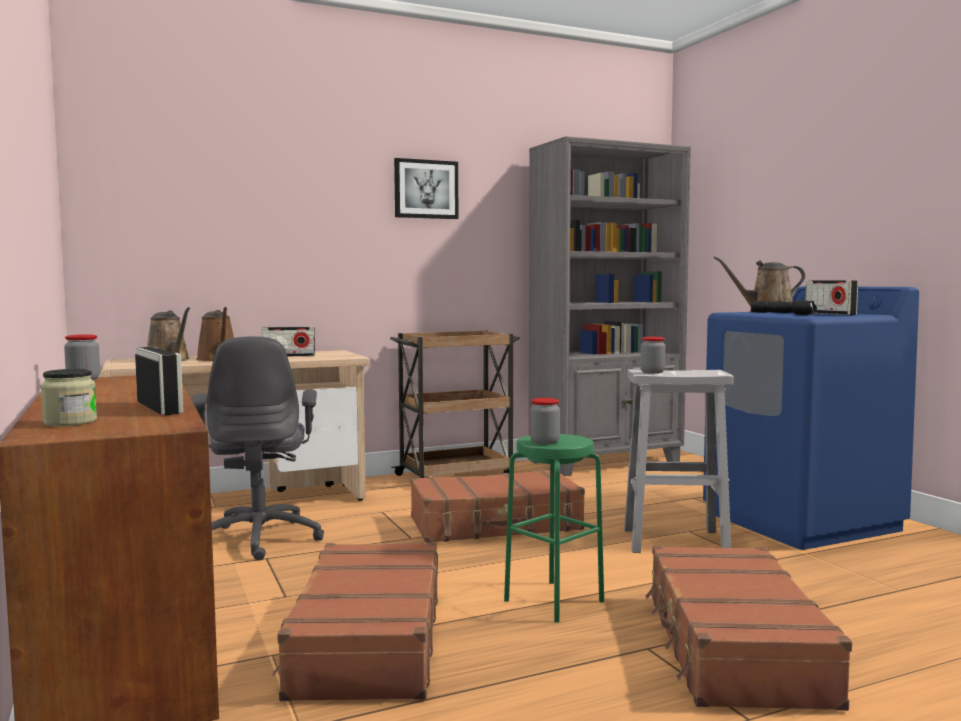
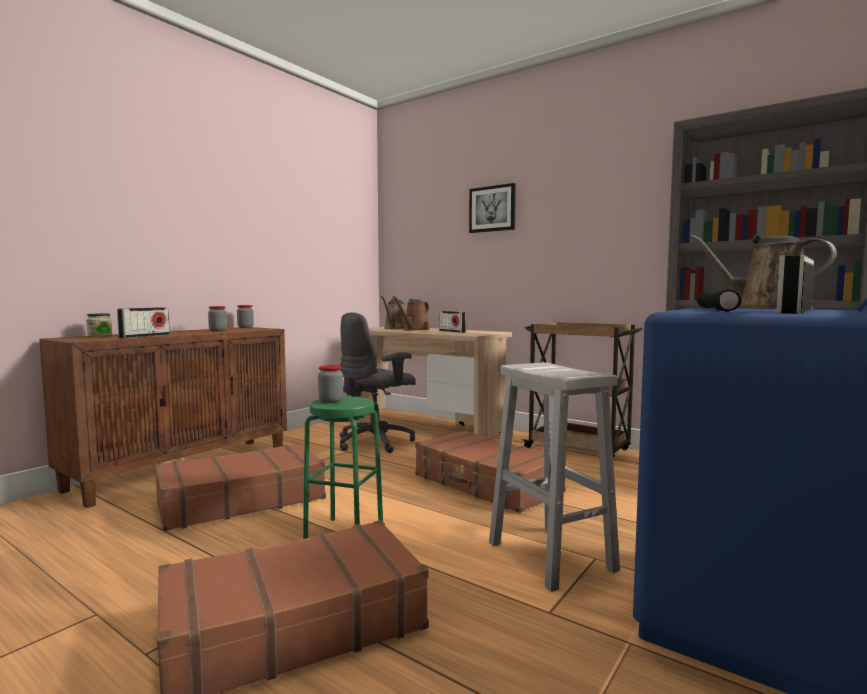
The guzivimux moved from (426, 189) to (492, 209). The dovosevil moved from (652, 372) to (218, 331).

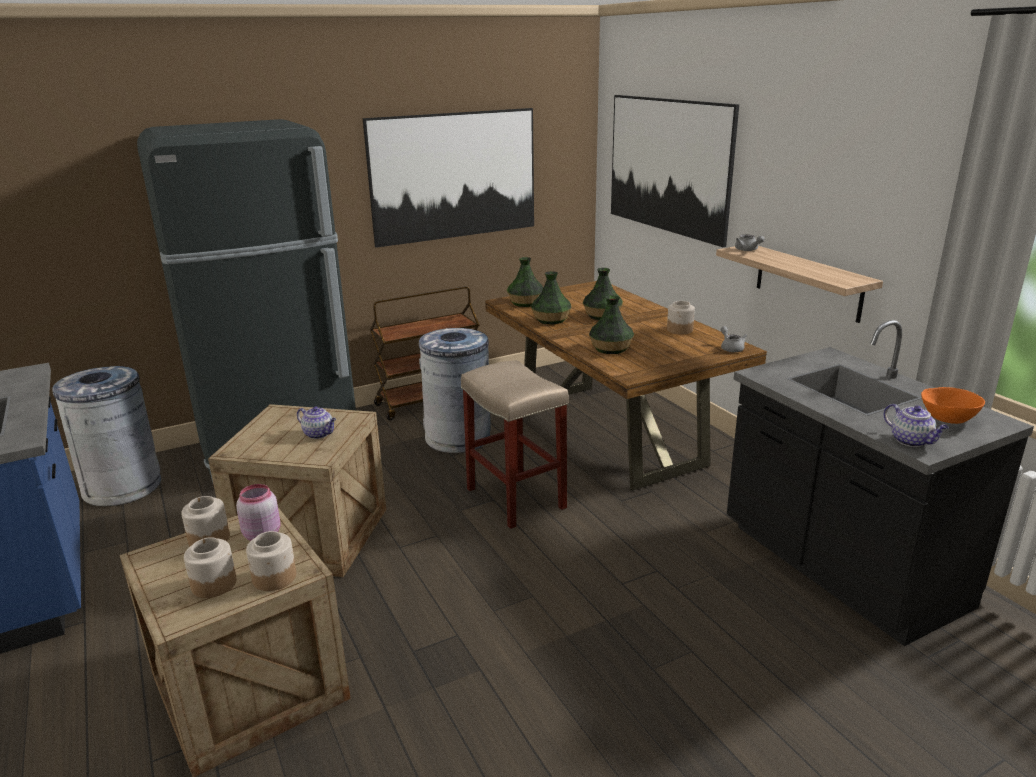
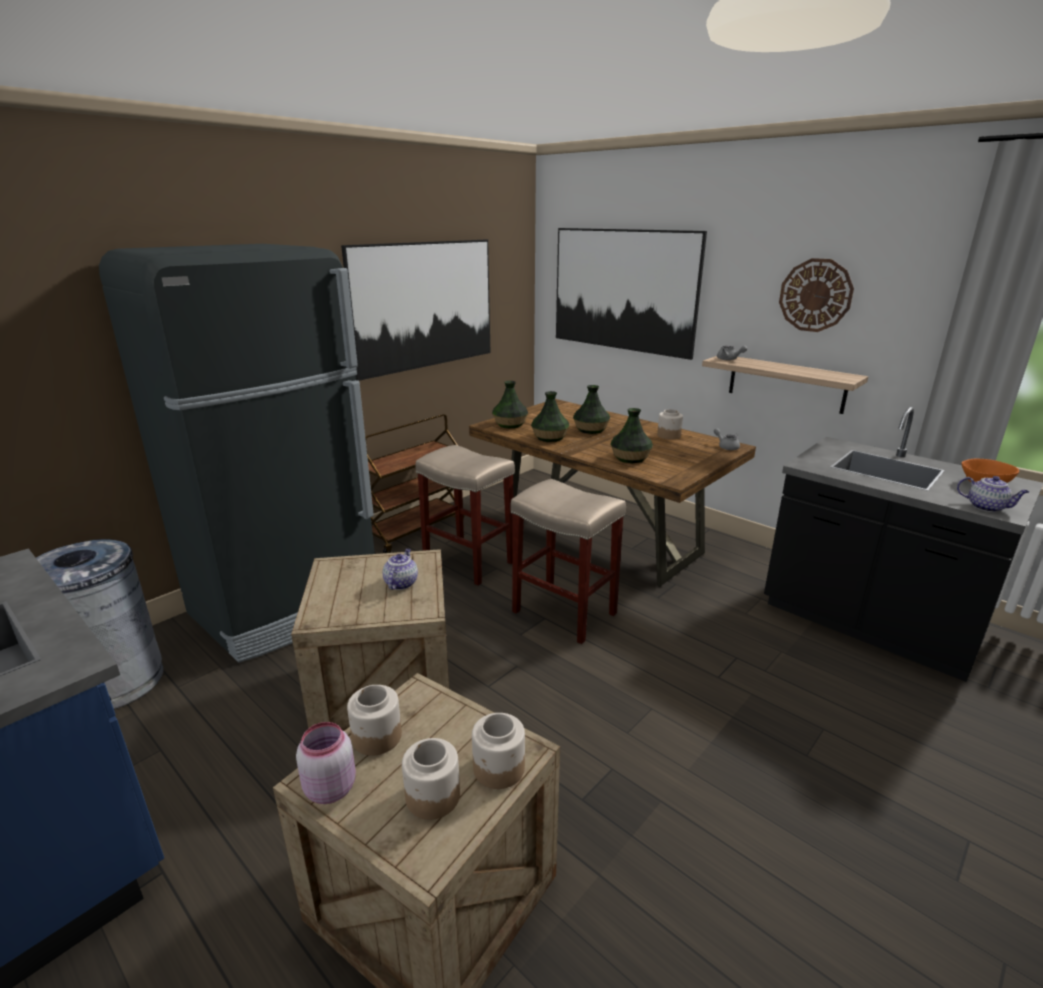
The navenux at (815, 295) appeared. The pink dovosevil moved from (262, 534) to (329, 788). The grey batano at (458, 437) was replaced by the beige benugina at (467, 562). The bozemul at (319, 434) turned 90 degrees counterclockwise.

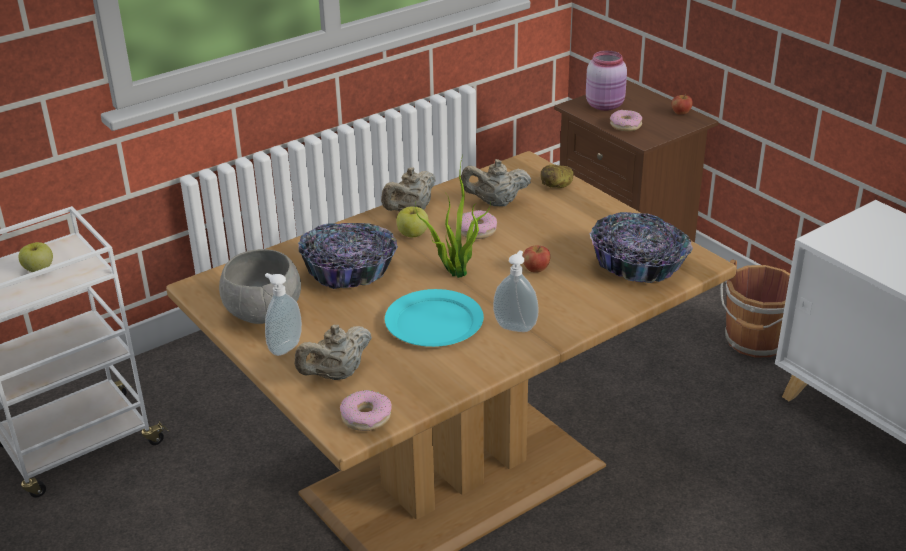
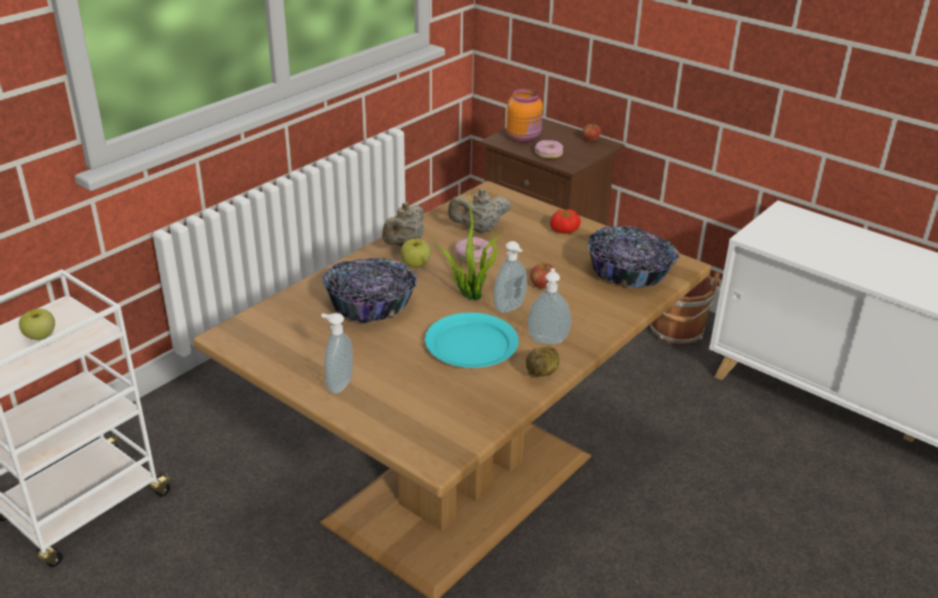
The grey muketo at (264, 314) disappeared. The beige bozemul at (336, 375) disappeared. The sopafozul at (366, 417) disappeared. The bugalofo at (510, 309) appeared. The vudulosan at (563, 230) appeared. The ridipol moved from (557, 186) to (543, 372). The pink dovosevil at (606, 105) became the orange dovosevil at (524, 138).

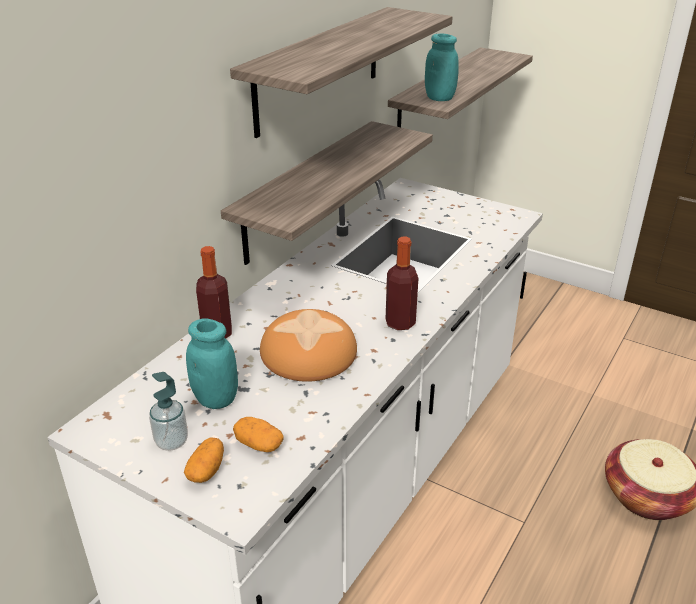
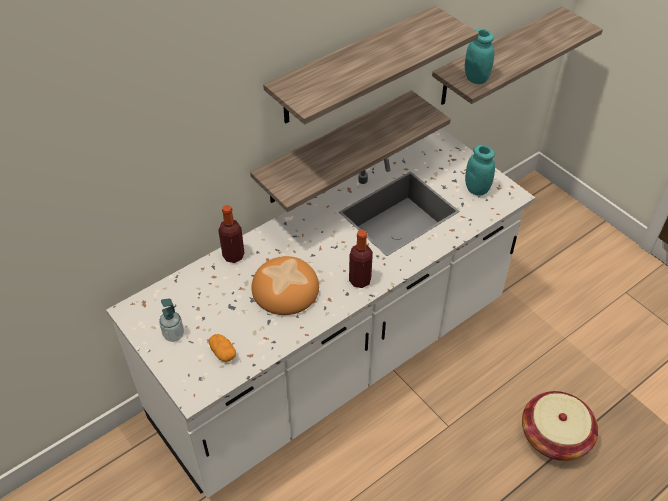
The ridipol at (206, 470) disappeared. The turquoise dovosevil moved from (216, 399) to (477, 189).

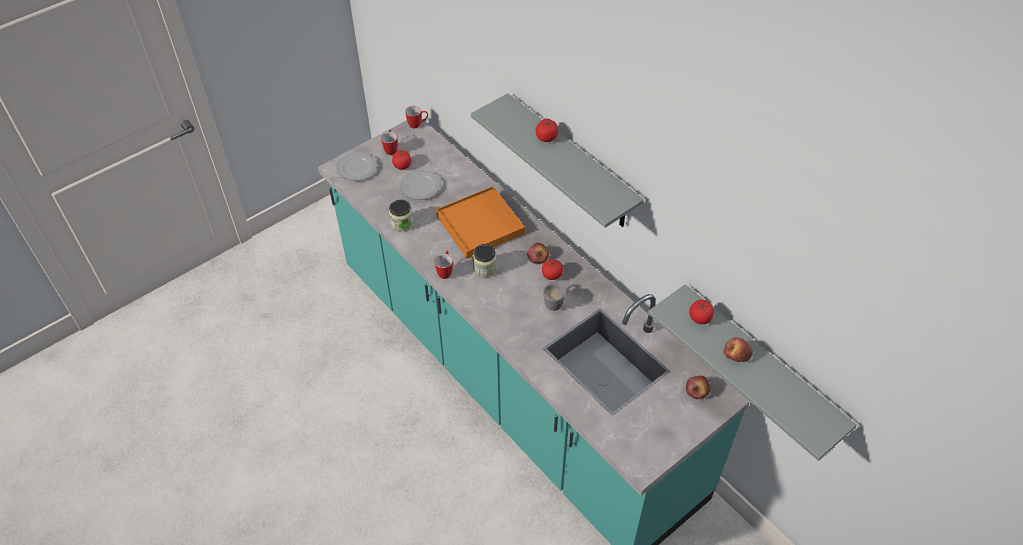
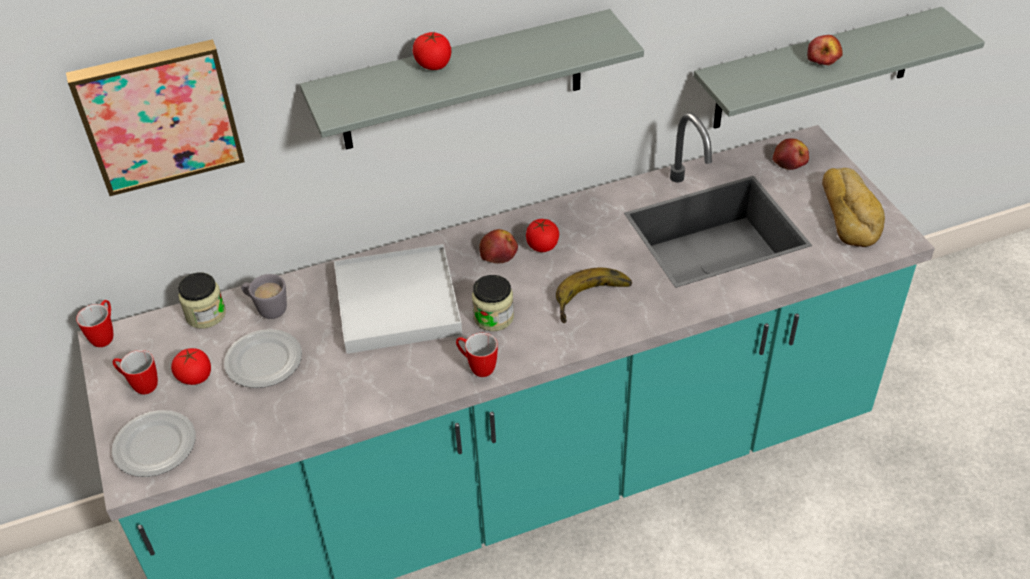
The vudulosan at (700, 318) disappeared. The guzivimux at (158, 114) appeared. The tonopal at (595, 301) appeared. The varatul at (850, 213) appeared. The dovosevil moved from (402, 223) to (206, 314). The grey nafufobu moved from (554, 301) to (267, 308). The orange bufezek at (480, 224) became the white bufezek at (397, 303).

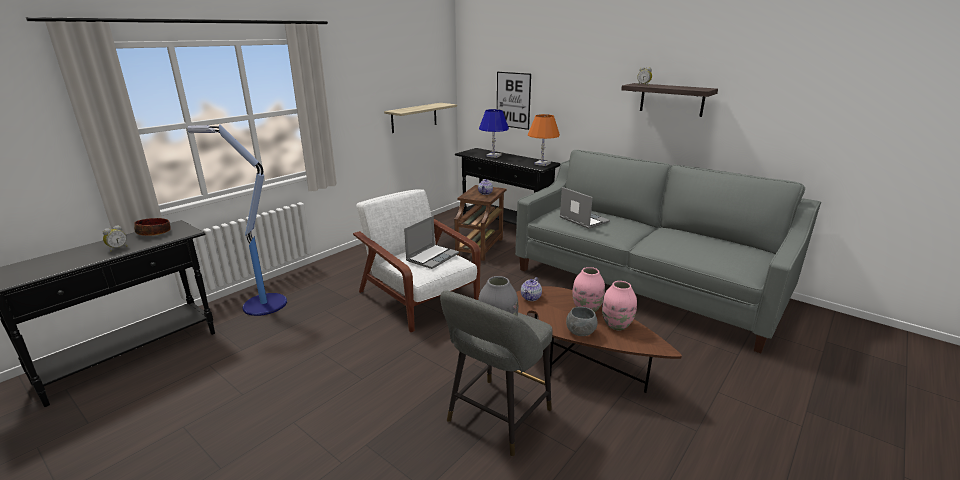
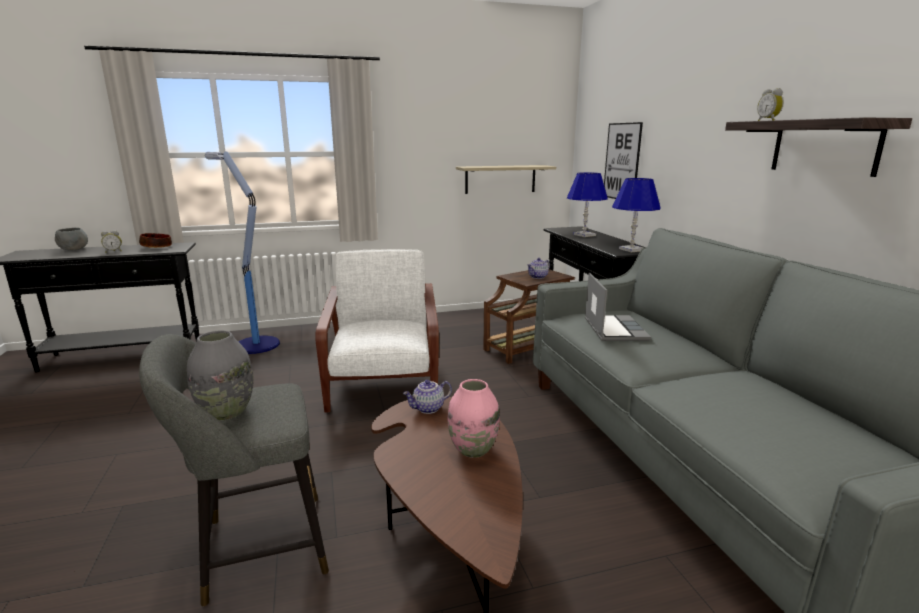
The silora at (432, 257) disappeared. The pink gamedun at (617, 325) disappeared. The grey muketo moved from (580, 332) to (73, 249). The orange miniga at (542, 164) became the blue miniga at (631, 249).

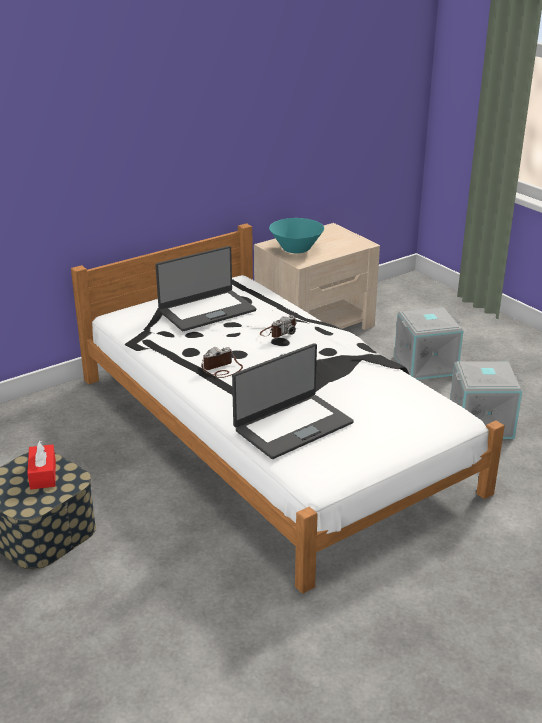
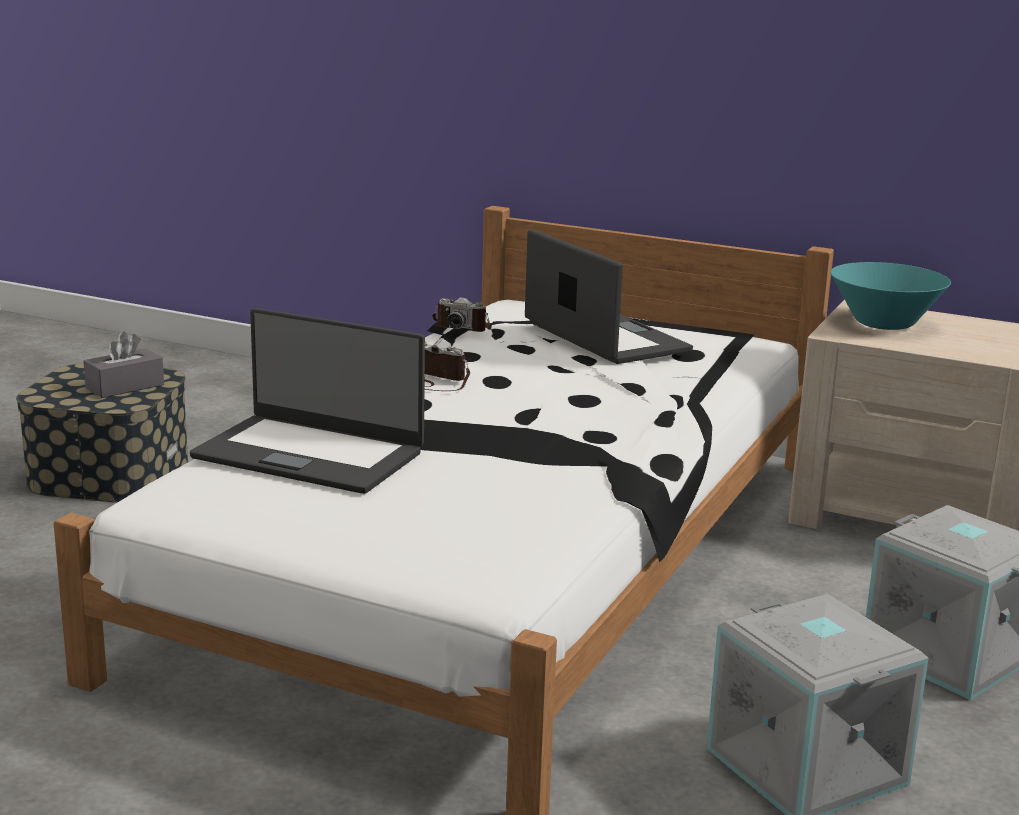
The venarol moved from (278, 332) to (463, 327). The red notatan at (43, 474) became the grey notatan at (125, 386). The silora at (206, 310) turned 150 degrees counterclockwise.

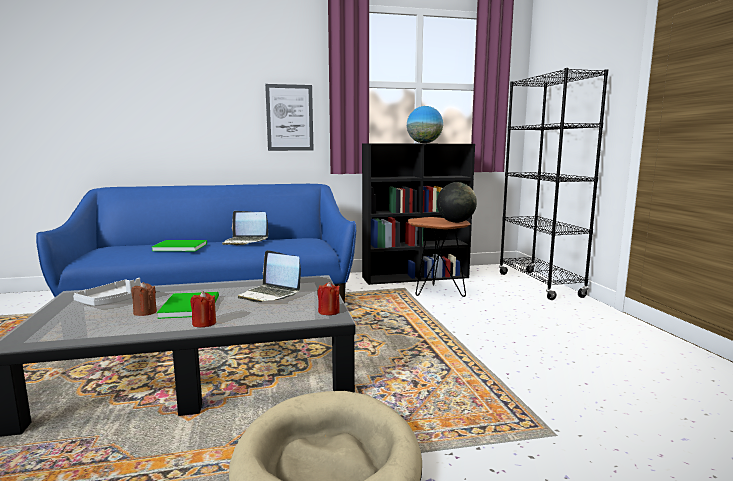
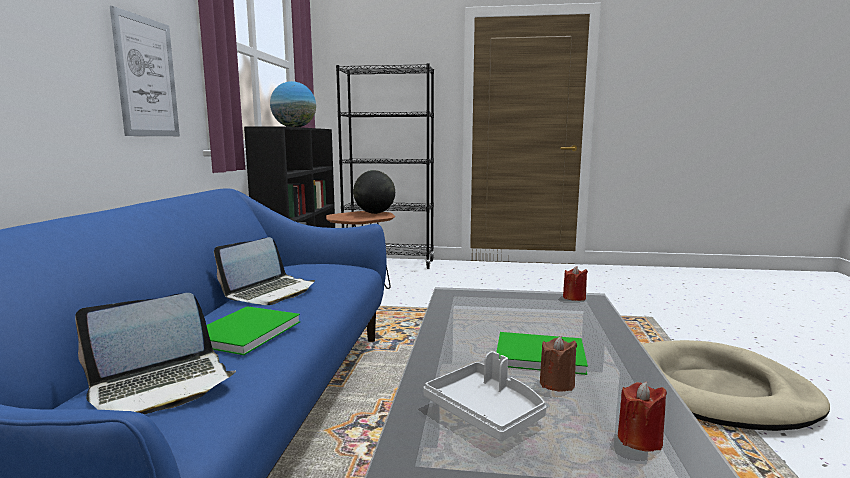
The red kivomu moved from (204, 323) to (639, 439). The silora moved from (270, 295) to (161, 386).

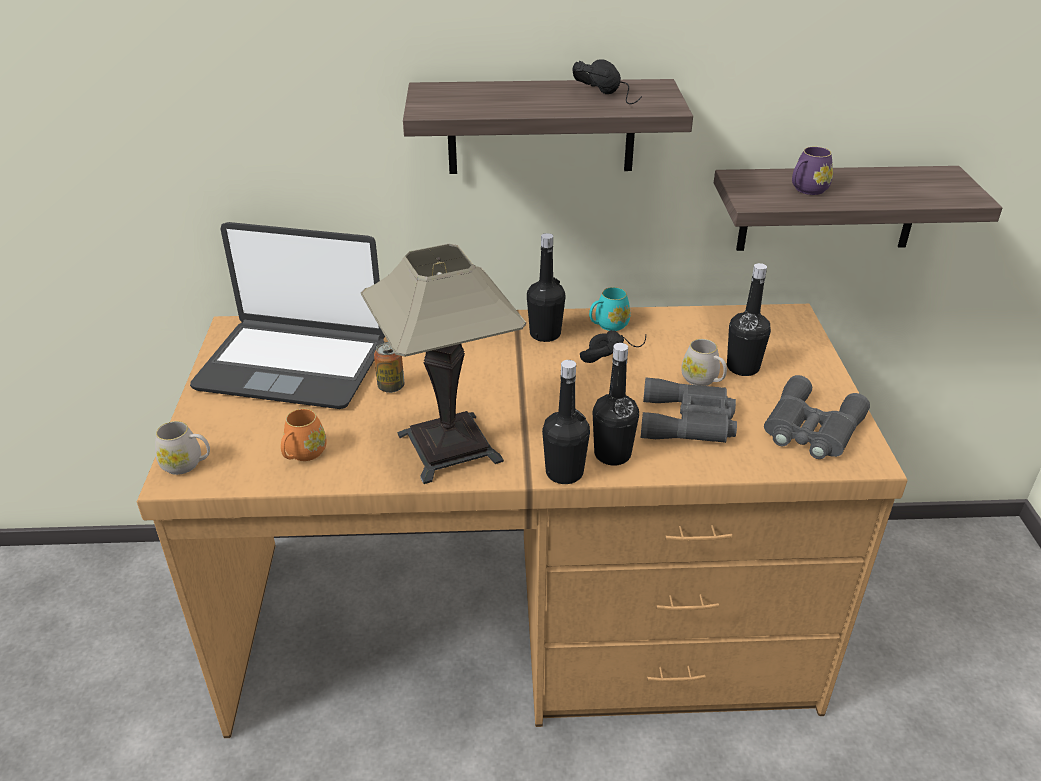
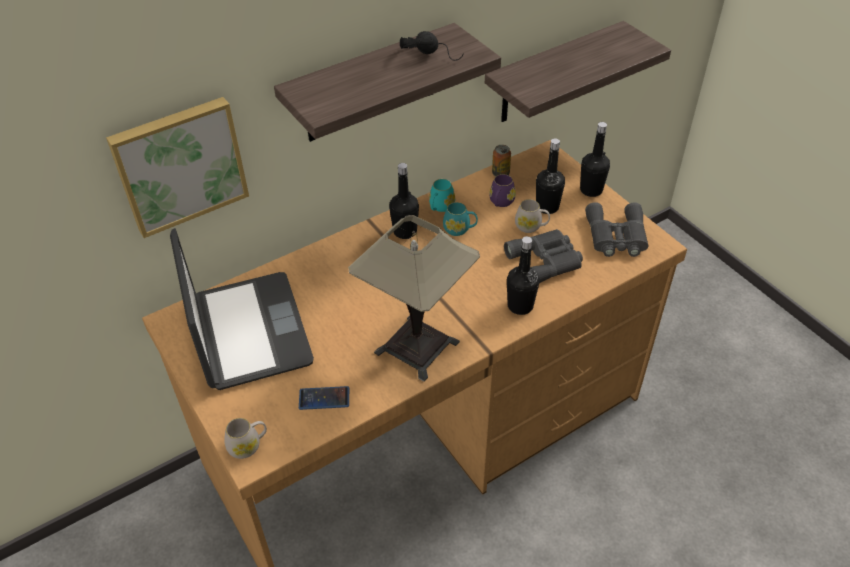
The guzivimux at (180, 165) appeared. The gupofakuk moved from (391, 386) to (500, 173). The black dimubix moved from (564, 472) to (591, 190). The purple nafufobu moved from (806, 190) to (500, 203). The orange nafufobu at (303, 454) was replaced by the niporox at (324, 398). The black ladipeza at (611, 353) was replaced by the turquoise nafufobu at (460, 229). The silora at (293, 364) turned 90 degrees counterclockwise.

